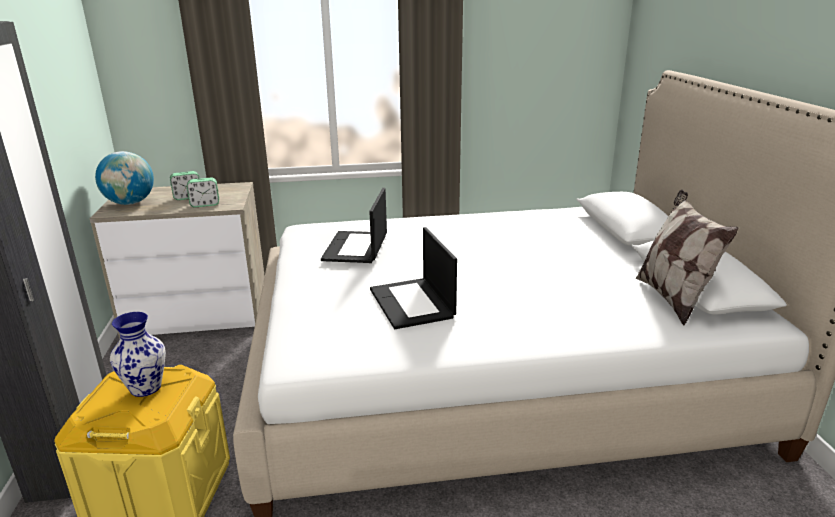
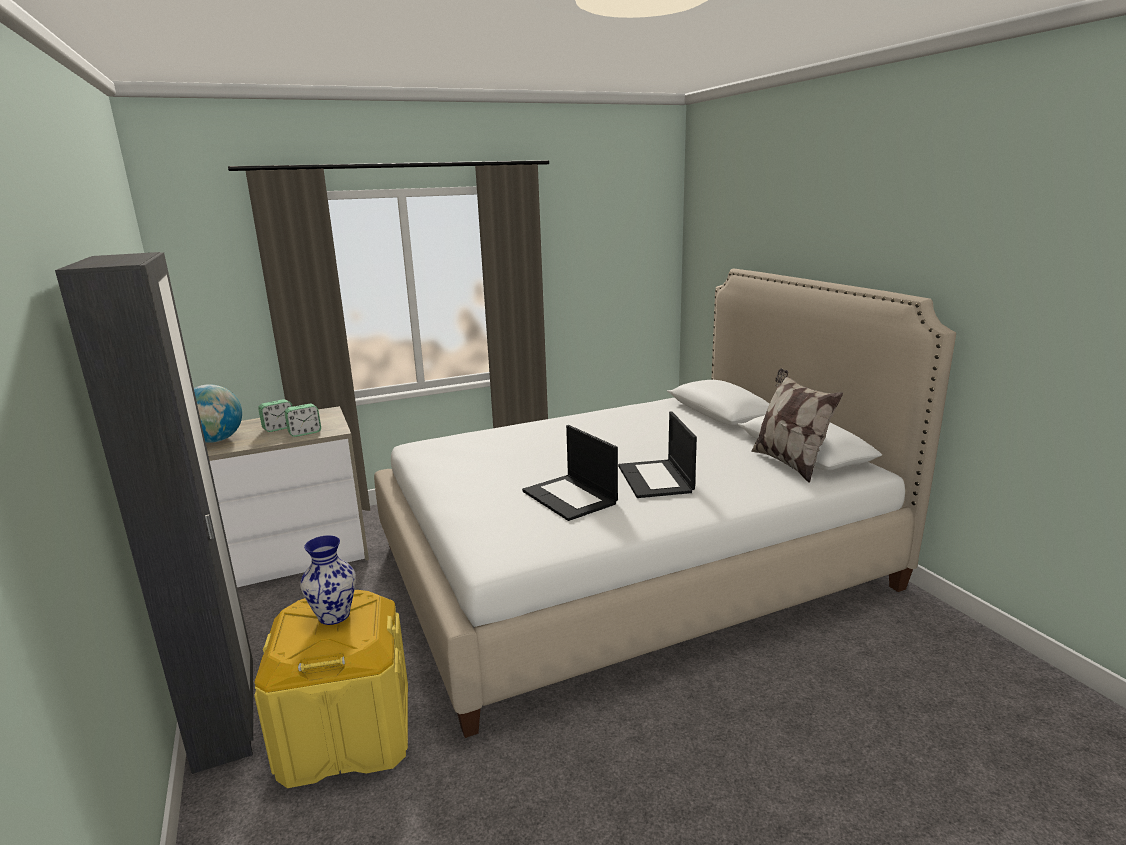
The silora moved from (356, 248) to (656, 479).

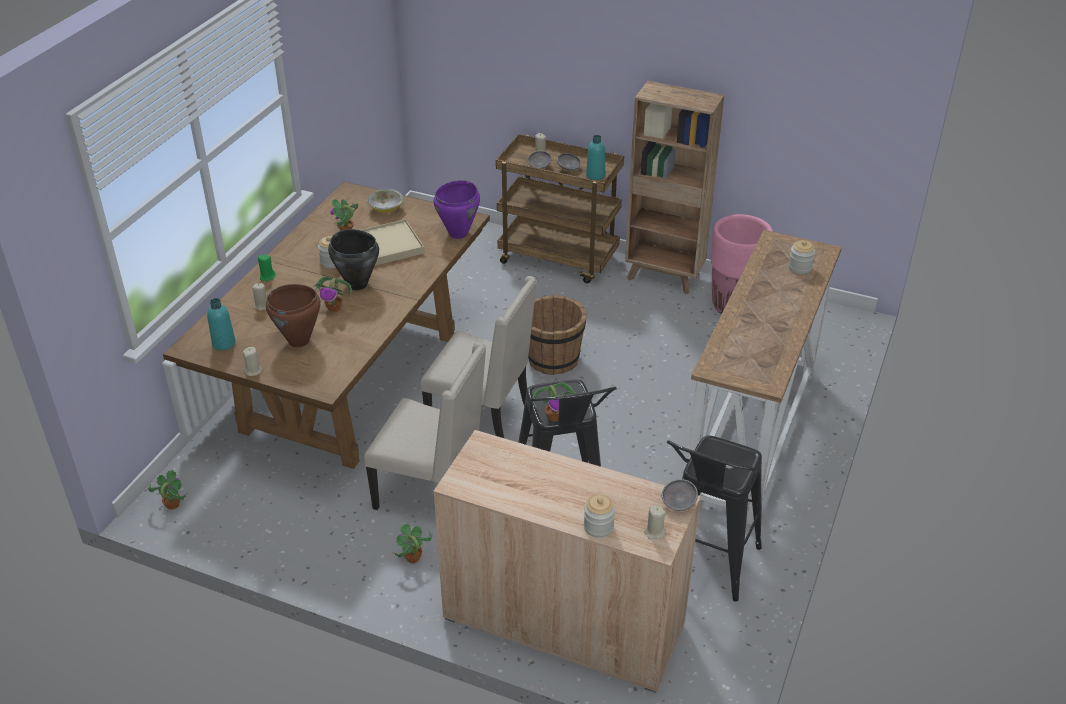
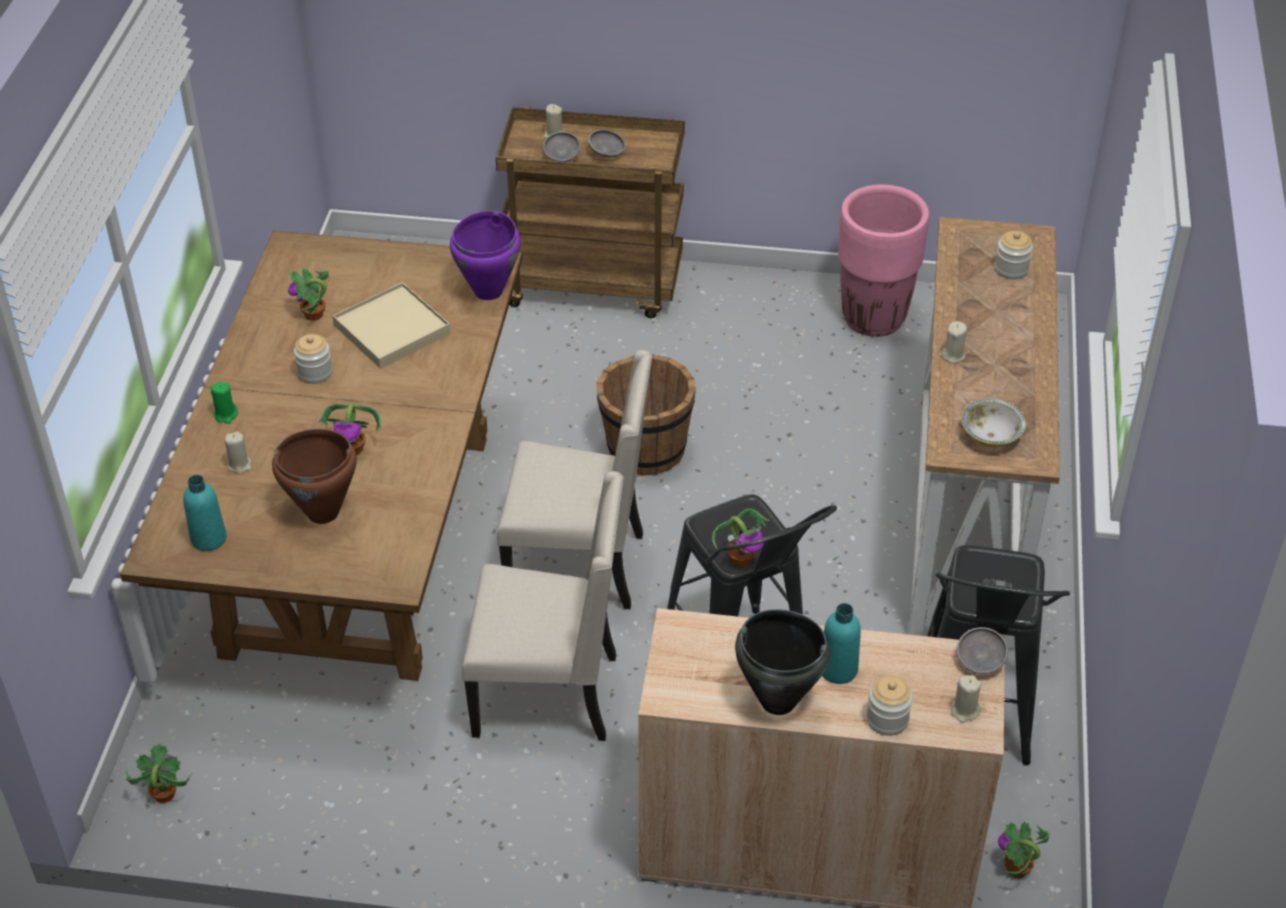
The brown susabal at (664, 277) disappeared. The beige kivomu moved from (253, 371) to (953, 355). The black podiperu moved from (357, 284) to (777, 700). The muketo moved from (386, 209) to (990, 436). The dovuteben moved from (412, 558) to (1017, 870). The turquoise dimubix moved from (595, 175) to (838, 669).

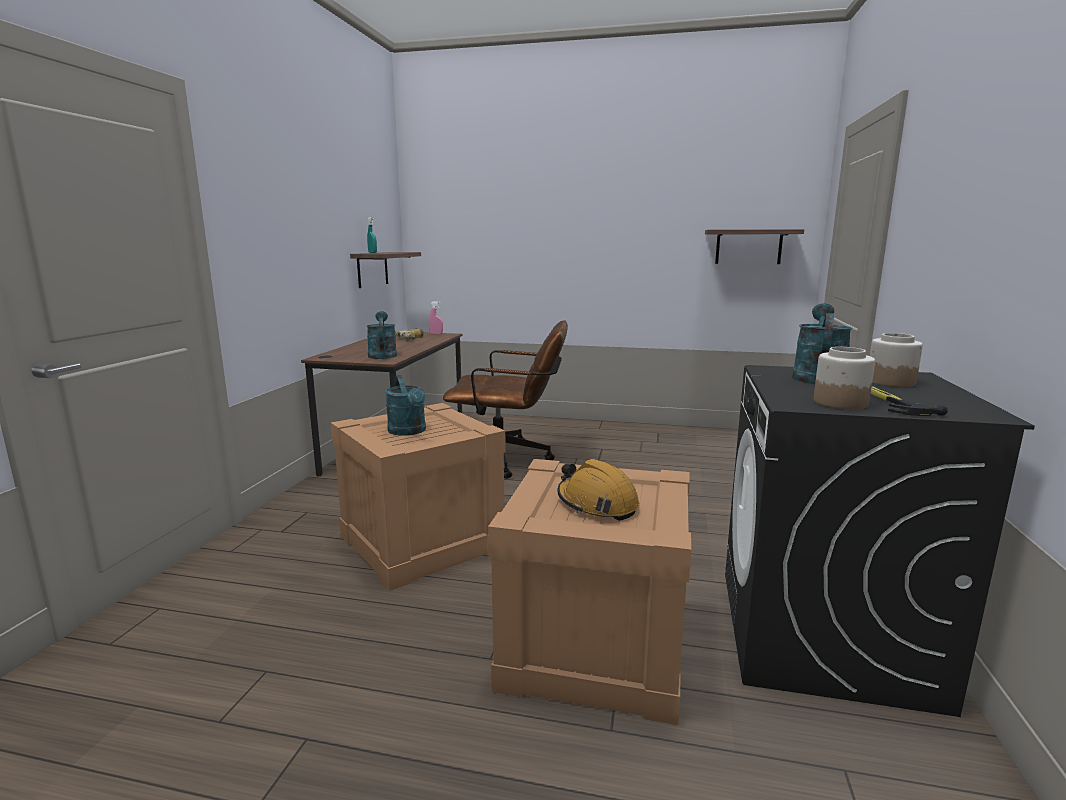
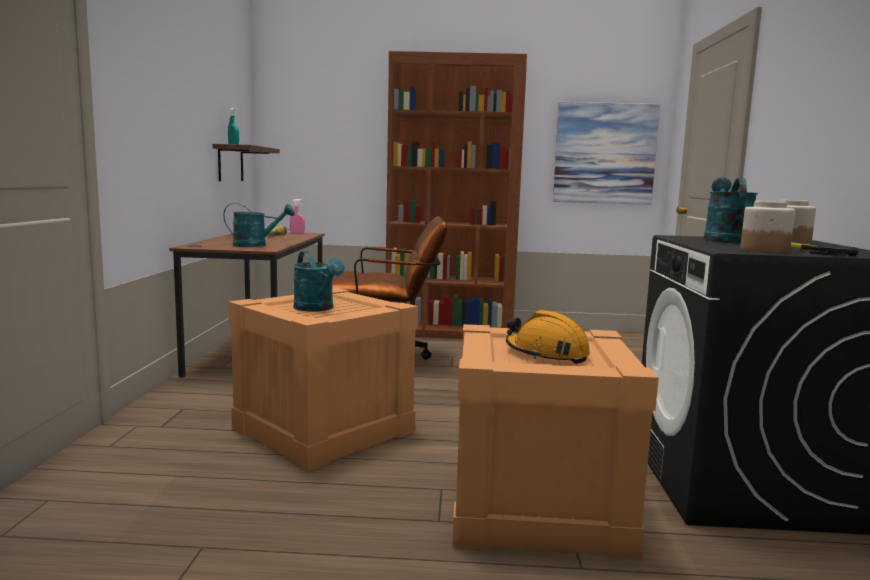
The brown susabal at (449, 332) appeared. The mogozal at (748, 247) was replaced by the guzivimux at (605, 153). The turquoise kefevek at (382, 354) turned 105 degrees clockwise.

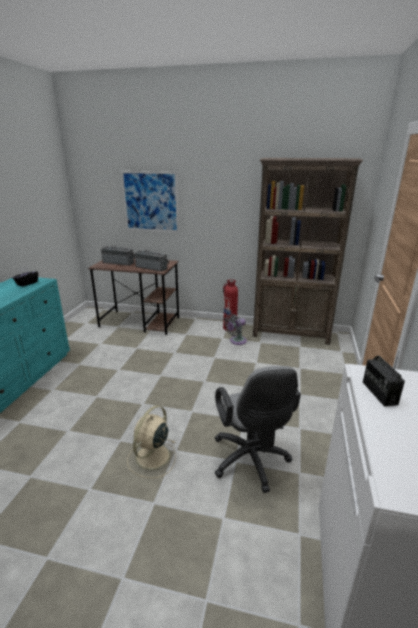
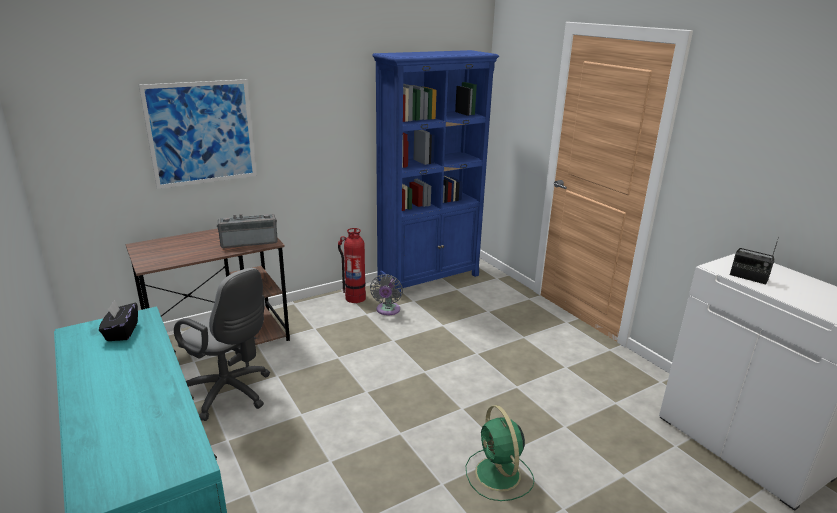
The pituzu at (119, 262) disappeared. The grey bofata moved from (251, 462) to (230, 394). The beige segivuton at (152, 457) became the green segivuton at (498, 475). The brown susabal at (291, 334) became the blue susabal at (429, 278).

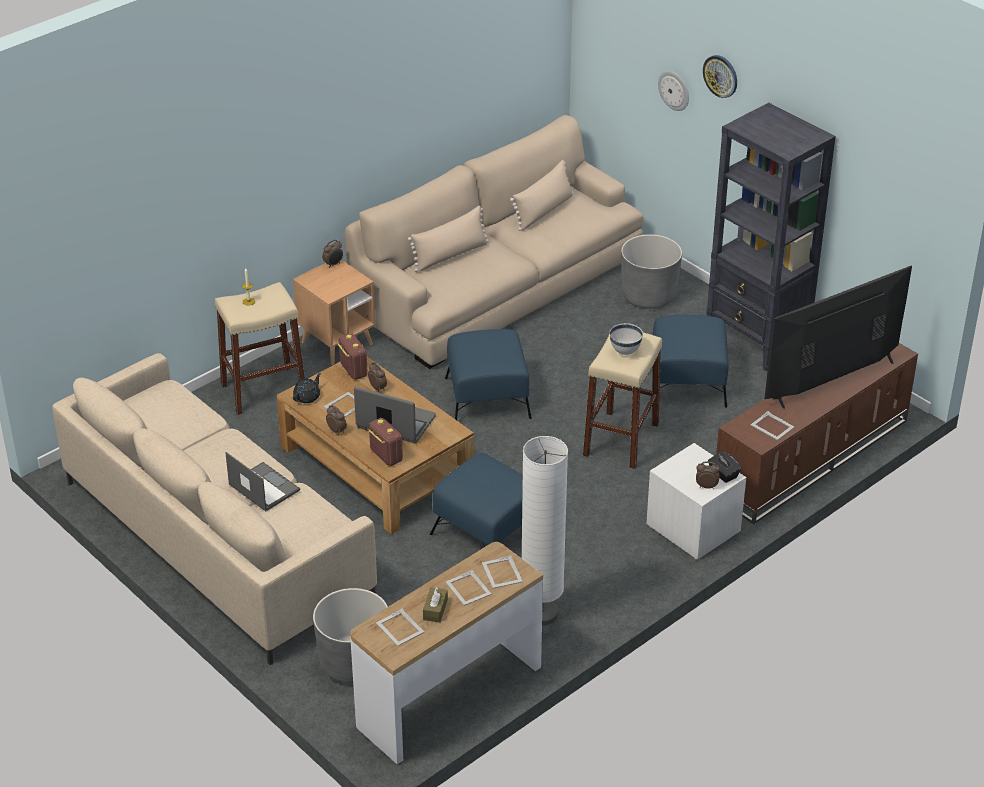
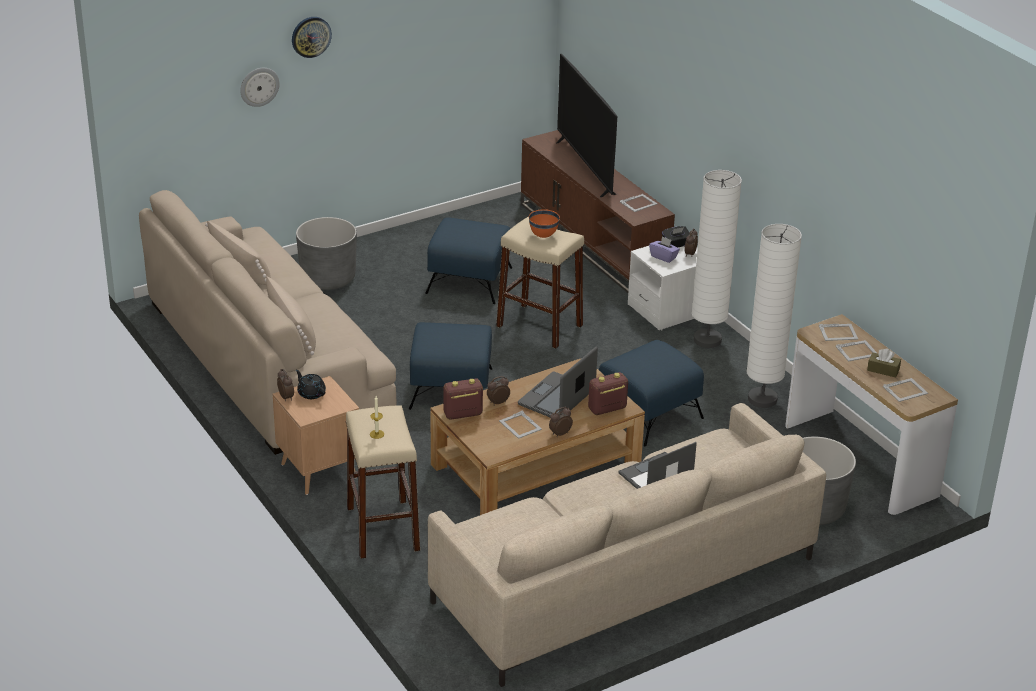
The black susabal at (757, 340) disappeared. The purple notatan at (663, 257) appeared. The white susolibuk at (707, 340) appeared. The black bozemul moved from (307, 397) to (311, 393). The white muketo at (625, 351) became the orange muketo at (543, 236).

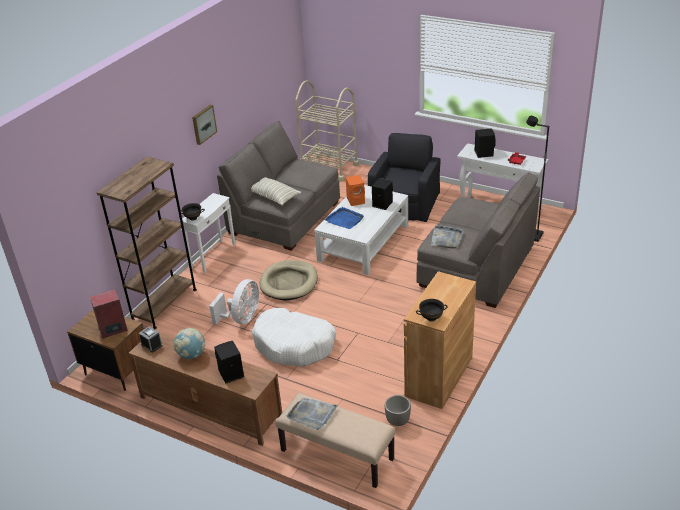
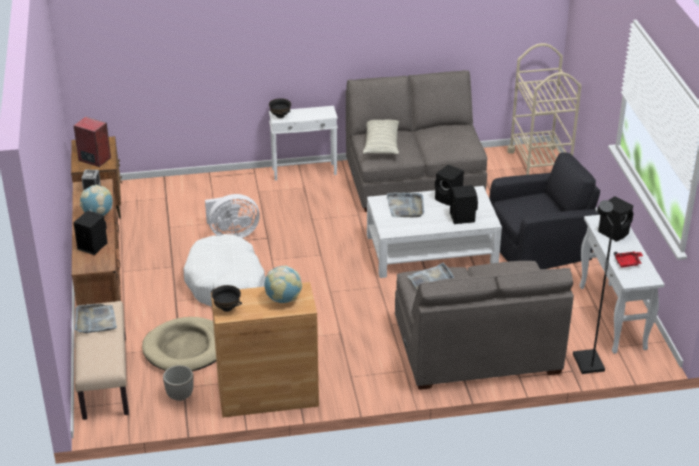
The brown susabal at (164, 305) disappeared. The guzivimux at (203, 124) disappeared. The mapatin at (283, 299) appeared. The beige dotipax moved from (289, 282) to (186, 348). The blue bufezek at (344, 219) became the grey bufezek at (405, 206). The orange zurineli at (356, 200) became the black zurineli at (449, 198).

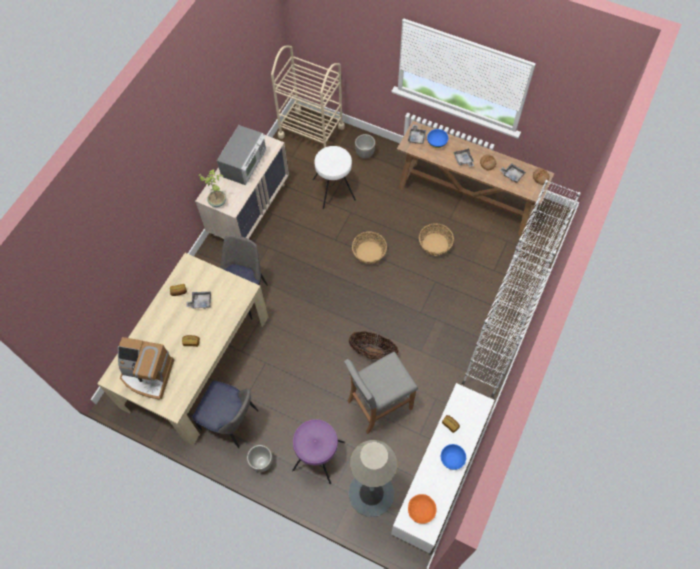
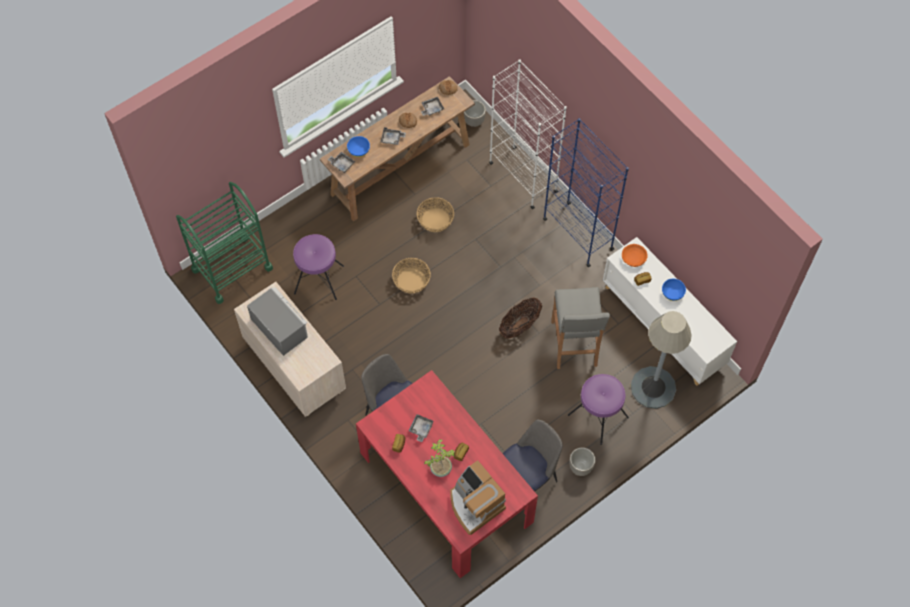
The dovuteben moved from (218, 201) to (440, 468). The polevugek moved from (364, 153) to (473, 121). The orange muketo moved from (421, 510) to (633, 258). The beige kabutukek at (196, 361) became the red kabutukek at (446, 487). The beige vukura at (311, 131) became the green vukura at (232, 269). The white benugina at (334, 189) became the purple benugina at (319, 279). The white susabal at (490, 360) became the blue susabal at (578, 233). The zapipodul at (147, 374) turned 105 degrees clockwise.

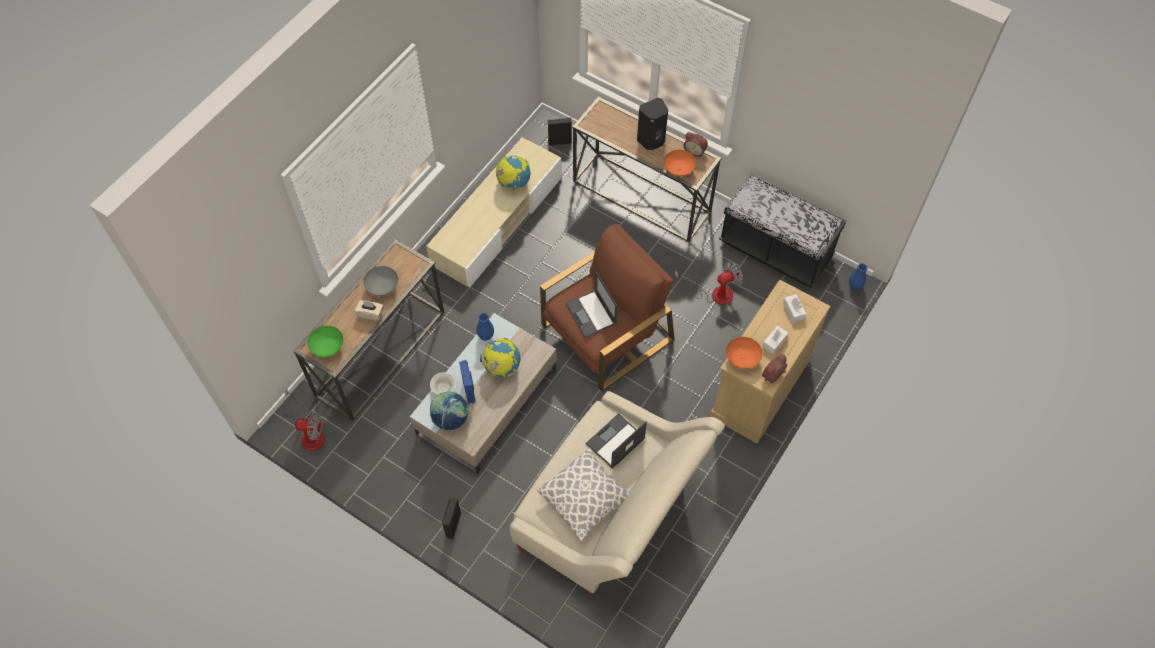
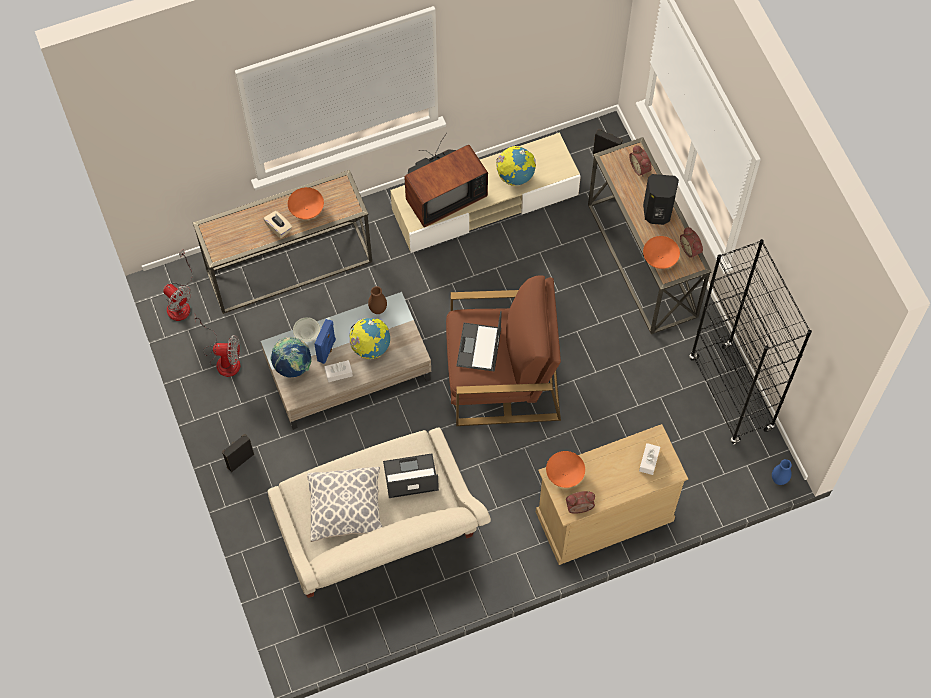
The green muketo at (327, 347) disappeared. The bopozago at (443, 196) appeared. The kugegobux at (640, 167) appeared. The segivuton moved from (714, 293) to (223, 359). The white notatan moved from (774, 342) to (338, 373). The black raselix at (775, 250) was replaced by the black susabal at (730, 394). The grey muketo at (382, 287) became the orange muketo at (306, 209). The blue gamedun at (486, 336) became the brown gamedun at (378, 309).

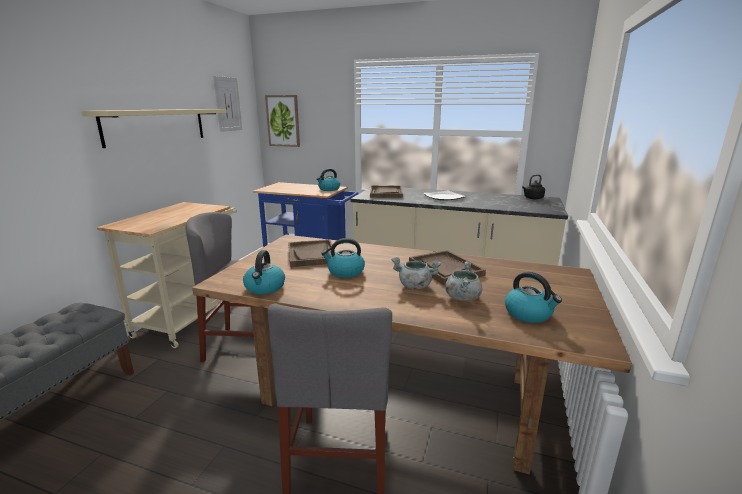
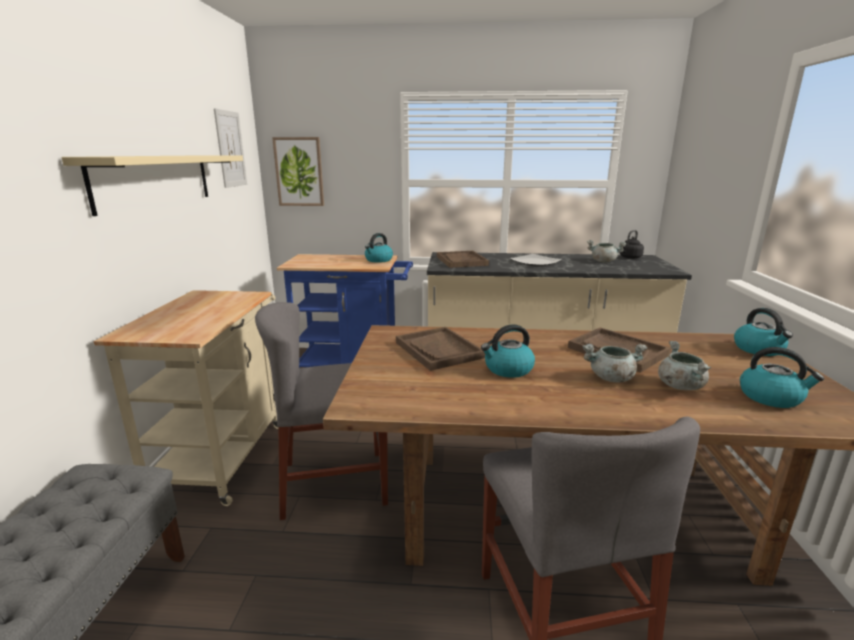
The grey podiperu at (603, 261) appeared. The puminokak moved from (265, 288) to (759, 349).

